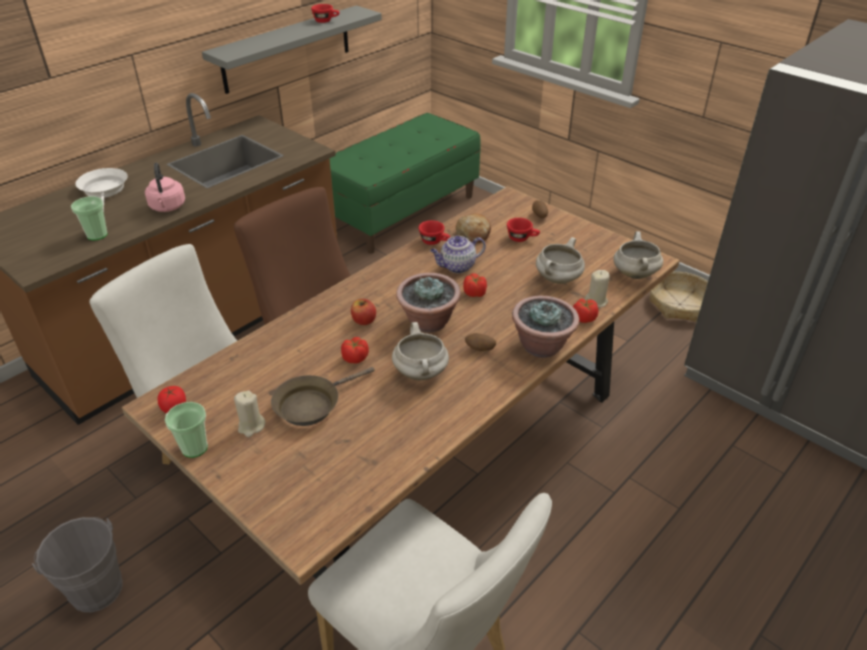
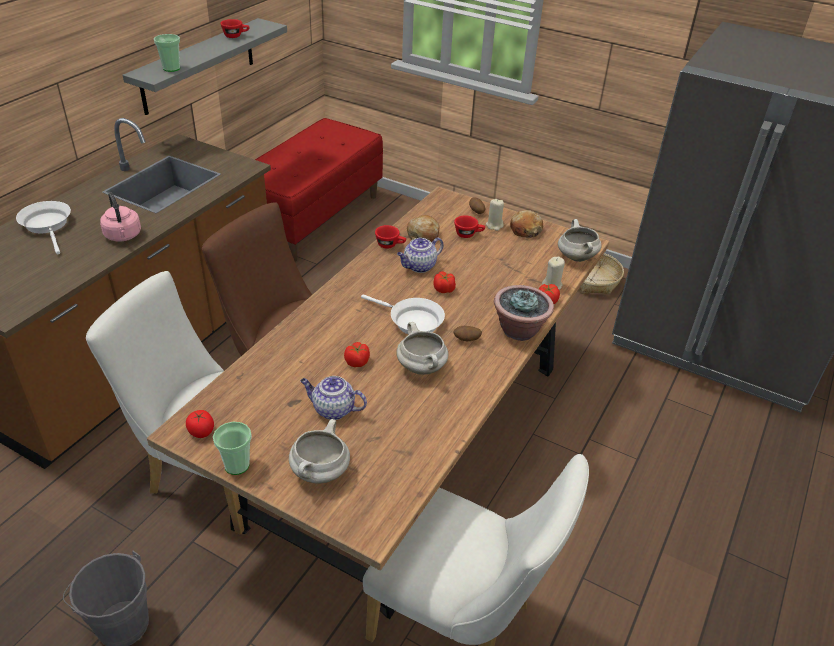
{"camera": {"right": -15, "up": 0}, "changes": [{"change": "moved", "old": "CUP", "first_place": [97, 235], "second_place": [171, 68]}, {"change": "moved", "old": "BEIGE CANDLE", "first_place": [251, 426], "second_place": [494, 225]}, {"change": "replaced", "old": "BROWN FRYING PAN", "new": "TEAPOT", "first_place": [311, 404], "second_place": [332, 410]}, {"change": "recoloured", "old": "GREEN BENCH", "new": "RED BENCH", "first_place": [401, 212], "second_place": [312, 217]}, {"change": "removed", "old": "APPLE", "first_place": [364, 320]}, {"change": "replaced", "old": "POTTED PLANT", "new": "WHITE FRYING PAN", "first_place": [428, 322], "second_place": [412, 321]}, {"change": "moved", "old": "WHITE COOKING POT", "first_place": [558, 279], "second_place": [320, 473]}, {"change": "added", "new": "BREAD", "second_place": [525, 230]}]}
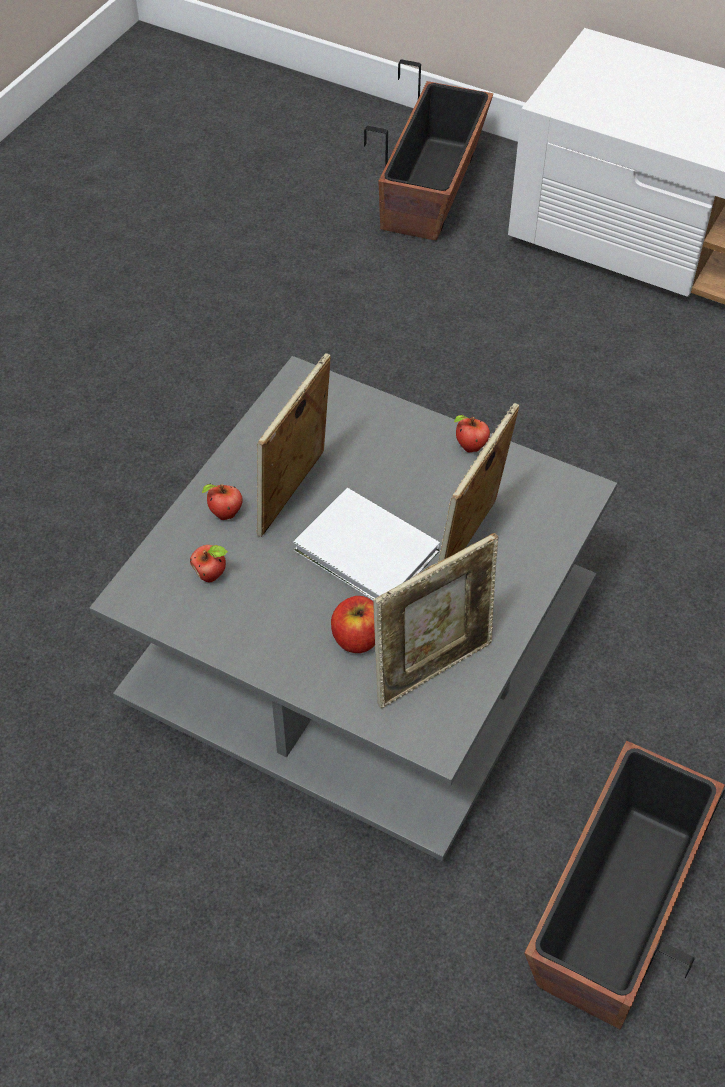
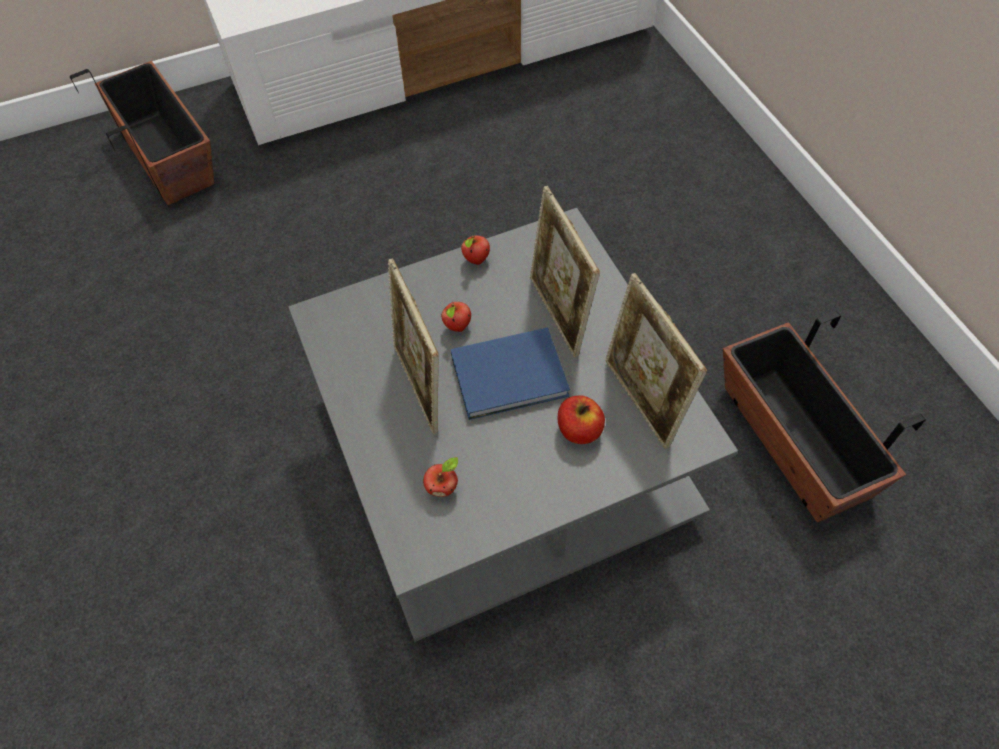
{"camera": {"right": -50, "up": 5}, "changes": [{"change": "moved", "old": "APPLE", "first_place": [225, 515], "second_place": [457, 327]}, {"change": "recoloured", "old": "WHITE BOOK", "new": "BLUE BOOK", "first_place": [368, 554], "second_place": [512, 376]}, {"change": "turned", "old": "PICTURE FRAME", "first_place": [433, 668], "second_place": [641, 402], "degrees": 150}]}
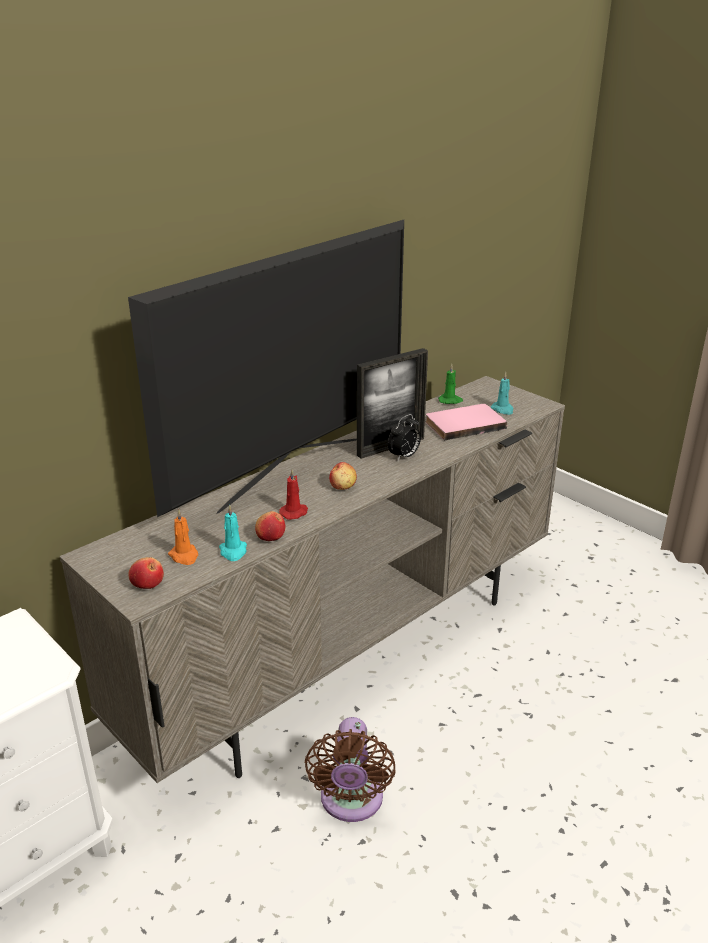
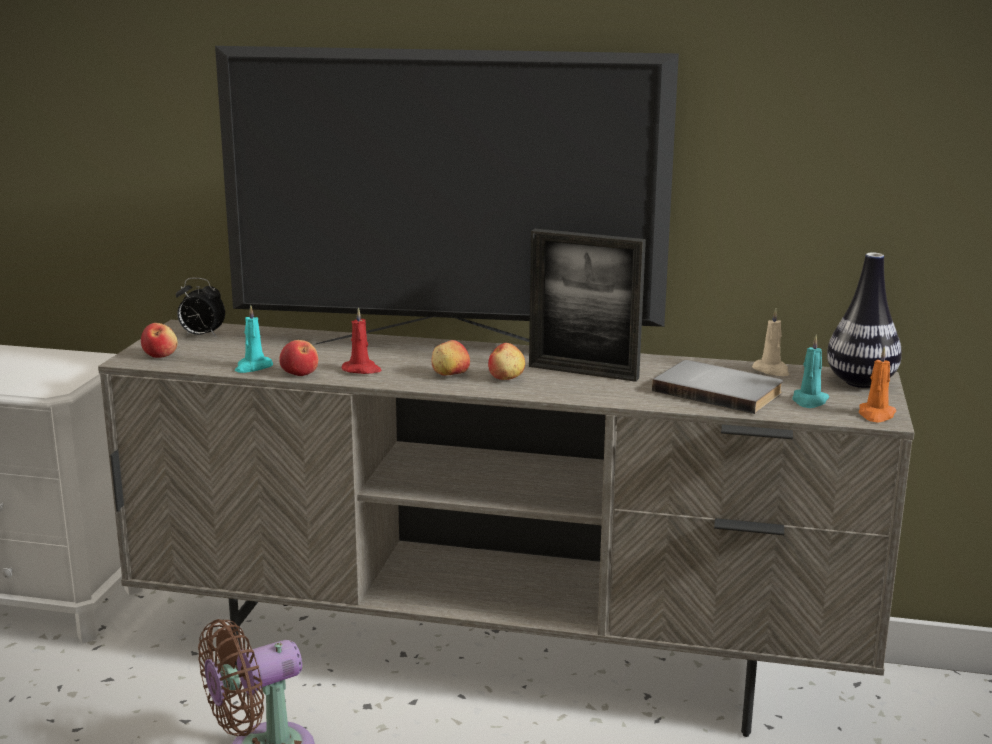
{"camera": {"right": 55, "up": -10}, "changes": [{"change": "moved", "old": "ORANGE CANDLE", "first_place": [184, 556], "second_place": [876, 415]}, {"change": "moved", "old": "ALARM CLOCK", "first_place": [404, 456], "second_place": [201, 336]}, {"change": "recoloured", "old": "PINK BOOK", "new": "GREY BOOK", "first_place": [463, 424], "second_place": [719, 390]}, {"change": "recoloured", "old": "GREEN CANDLE", "new": "BEIGE CANDLE", "first_place": [450, 400], "second_place": [771, 370]}, {"change": "added", "new": "APPLE", "second_place": [507, 377]}, {"change": "added", "new": "VASE", "second_place": [861, 382]}]}
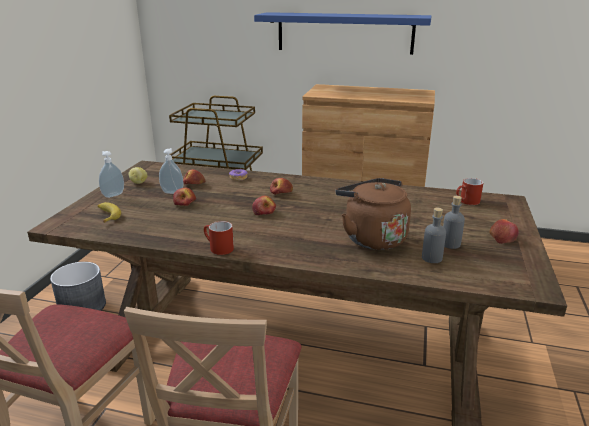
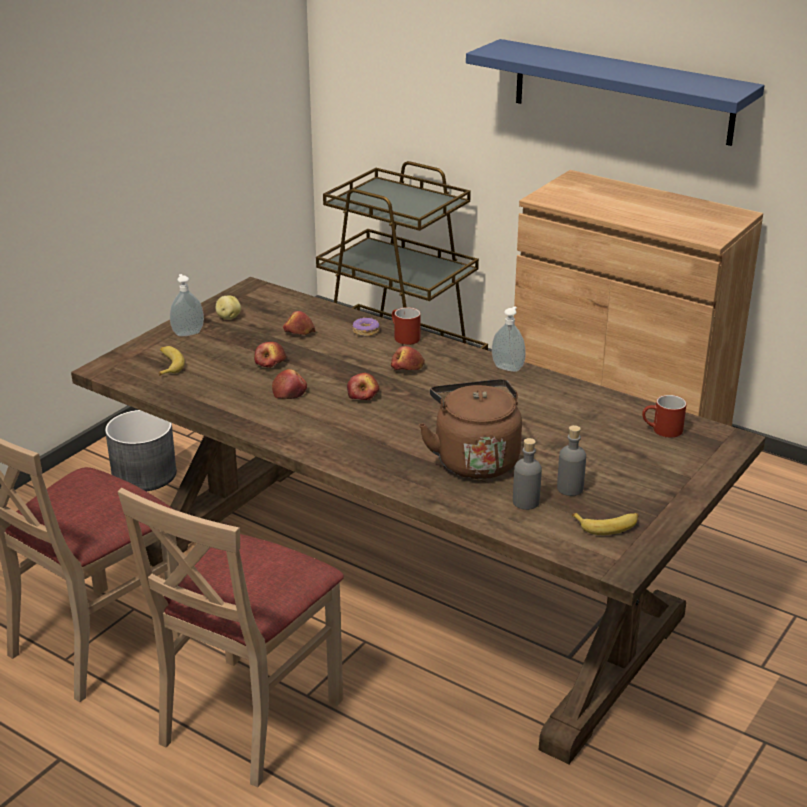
{"camera": {"right": 20, "up": 5}, "changes": [{"change": "moved", "old": "SOAP DISPENSER", "first_place": [173, 192], "second_place": [508, 367]}, {"change": "moved", "old": "RED MUG", "first_place": [217, 248], "second_place": [403, 337]}, {"change": "moved", "old": "APPLE", "first_place": [502, 237], "second_place": [290, 392]}, {"change": "added", "new": "BANANA", "second_place": [607, 526]}]}
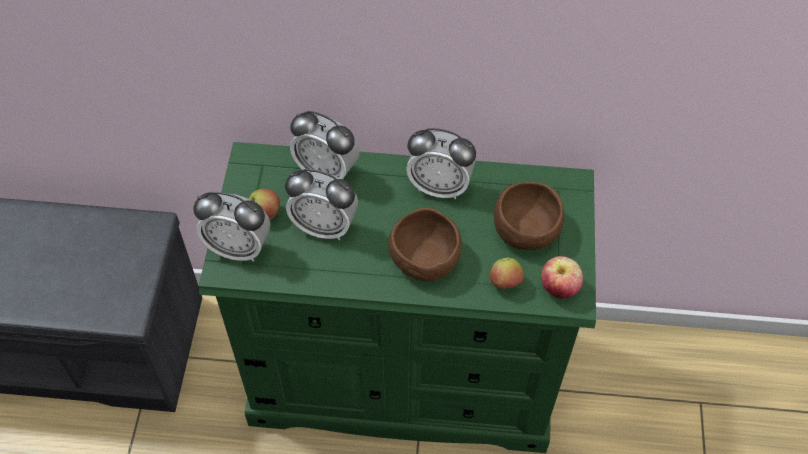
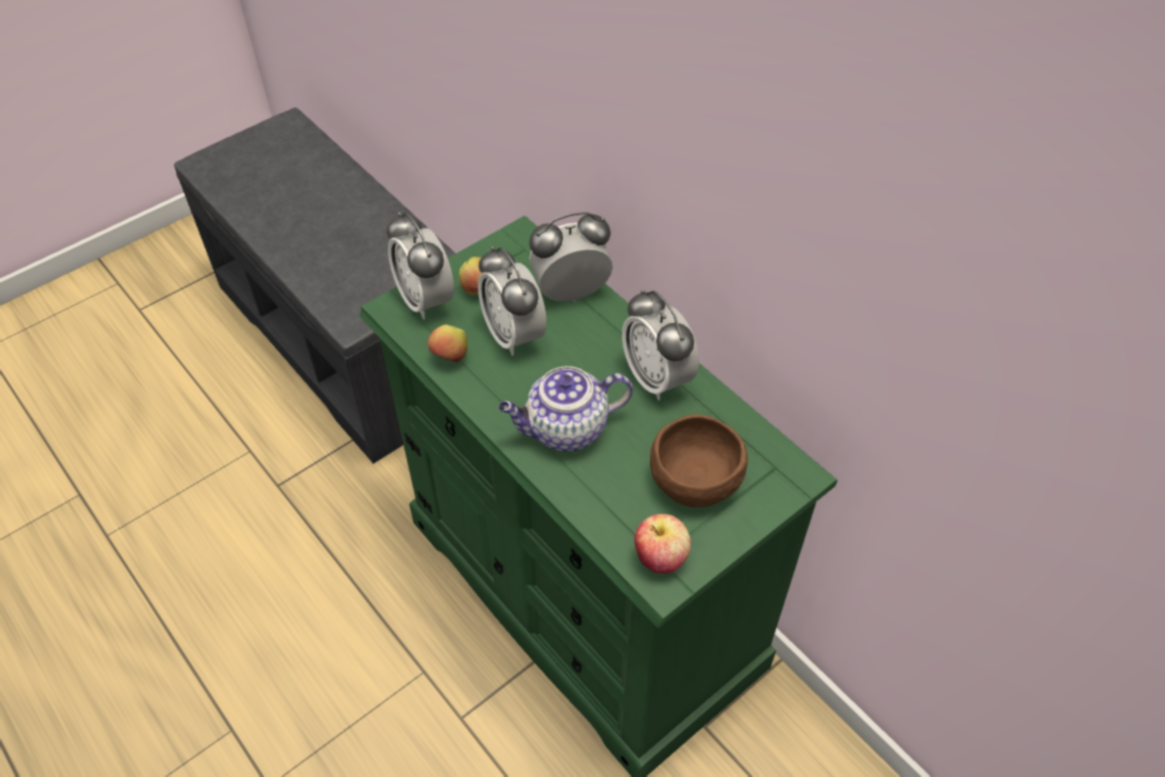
{"camera": {"right": 45, "up": -5}, "changes": [{"change": "turned", "old": "ALARM CLOCK", "first_place": [327, 171], "second_place": [571, 293], "degrees": 90}, {"change": "replaced", "old": "BROWN BOWL", "new": "TEAPOT", "first_place": [425, 259], "second_place": [565, 430]}, {"change": "moved", "old": "APPLE", "first_place": [505, 283], "second_place": [450, 357]}]}
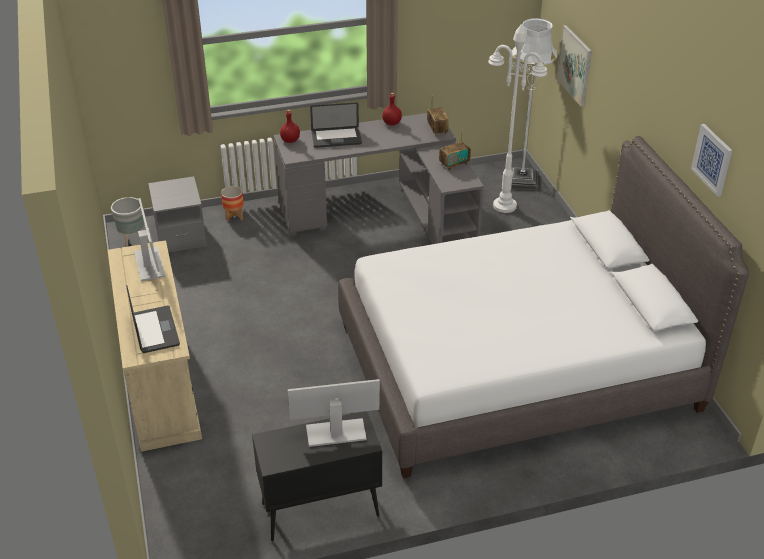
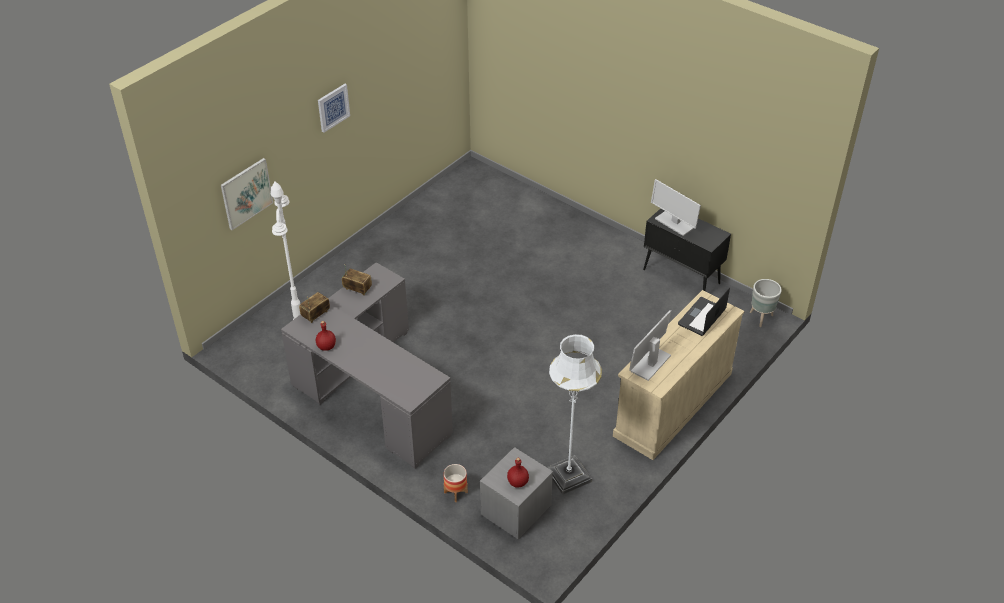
{"camera": {"right": -125, "up": 5}, "changes": [{"change": "moved", "old": "GREY PLANTER", "first_place": [133, 243], "second_place": [761, 318]}, {"change": "moved", "old": "RED BOTTLE", "first_place": [290, 140], "second_place": [517, 482]}, {"change": "removed", "old": "LAPTOP", "first_place": [336, 138]}, {"change": "removed", "old": "WHITE BED", "first_place": [517, 367]}, {"change": "moved", "old": "WHITE FLOOR LAMP", "first_place": [521, 180], "second_place": [568, 476]}, {"change": "moved", "old": "PICTURE", "first_place": [712, 159], "second_place": [333, 107]}]}
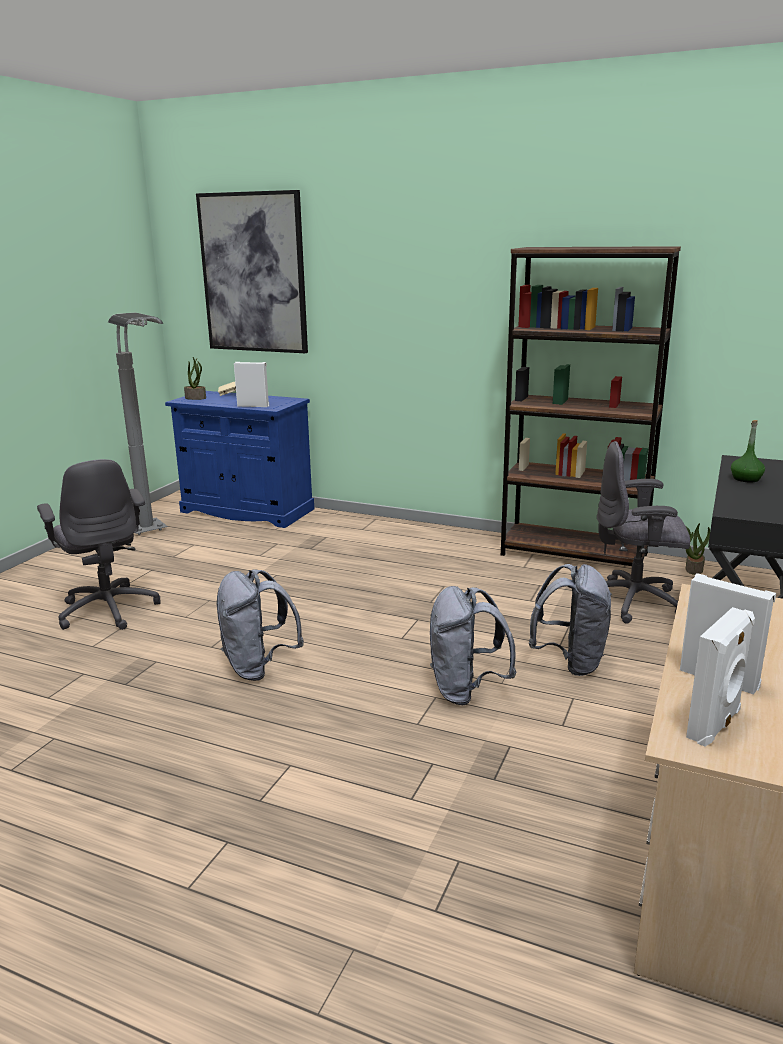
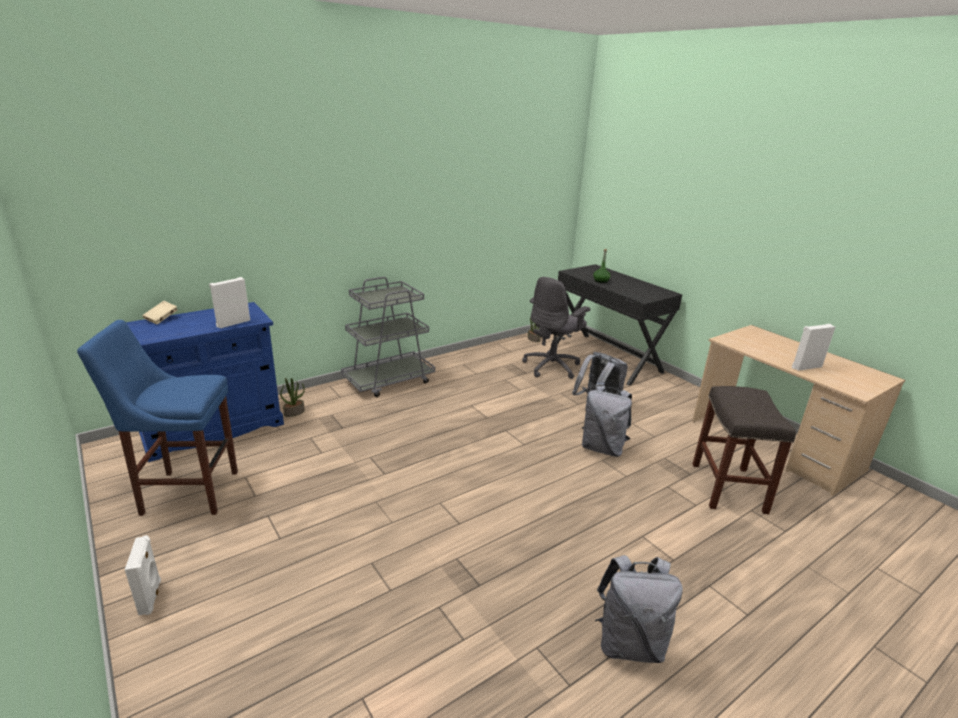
{"camera": {"right": -60, "up": 5}, "changes": [{"change": "removed", "old": "GREY OFFICE CHAIR", "first_place": [109, 609]}, {"change": "replaced", "old": "GREY FLOOR LAMP", "new": "BLUE STOOL", "first_place": [156, 536], "second_place": [185, 492]}, {"change": "moved", "old": "POTTED PLANT", "first_place": [196, 398], "second_place": [294, 412]}, {"change": "removed", "old": "PICTURE", "first_place": [253, 273]}, {"change": "moved", "old": "GREY BACKPACK", "first_place": [258, 667], "second_place": [629, 643]}, {"change": "removed", "old": "BROWN BOOKCASE", "first_place": [574, 554]}, {"change": "moved", "old": "WHITE SPEAKER", "first_place": [715, 725], "second_place": [151, 597]}, {"change": "added", "new": "GREY CART", "second_place": [389, 381]}, {"change": "added", "new": "GREY STOOL", "second_place": [727, 487]}]}
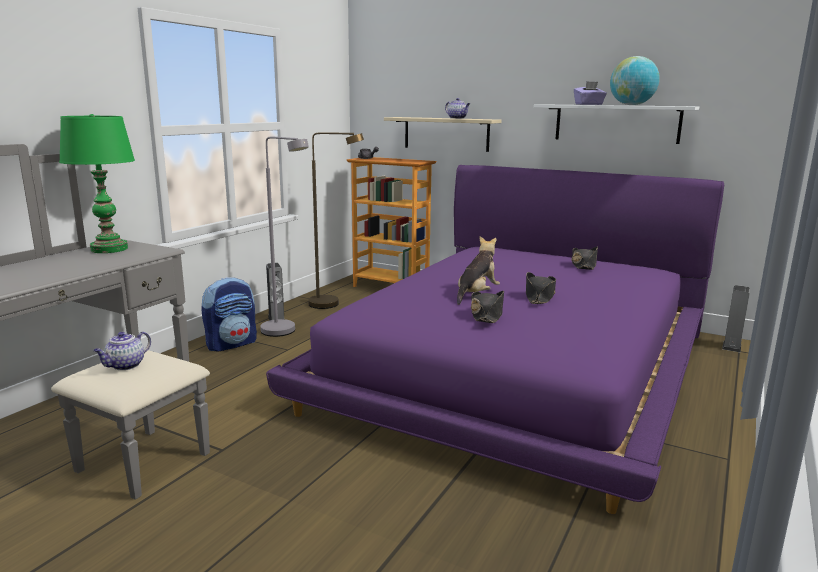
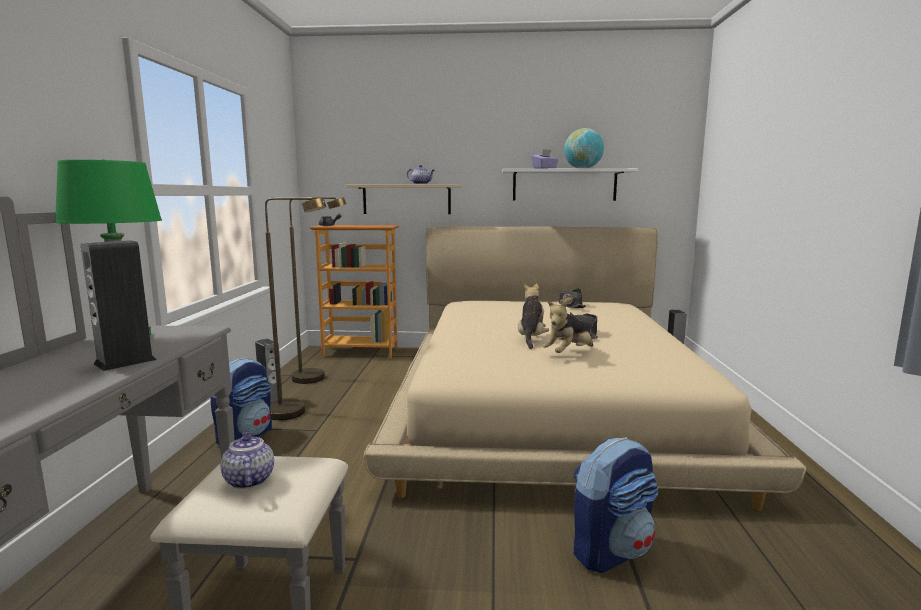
{"camera": {"right": -25, "up": -5}, "changes": [{"change": "turned", "old": "TEAPOT", "first_place": [125, 366], "second_place": [248, 480], "degrees": 150}, {"change": "recoloured", "old": "GREY FLOOR LAMP", "new": "BROWN FLOOR LAMP", "first_place": [285, 332], "second_place": [296, 413]}, {"change": "recoloured", "old": "PURPLE BED", "new": "BEIGE BED", "first_place": [518, 366], "second_place": [549, 403]}, {"change": "replaced", "old": "BLACK HAT", "new": "PLUSH TOY", "first_place": [487, 315], "second_place": [568, 353]}, {"change": "added", "new": "SPEAKER", "second_place": [125, 362]}, {"change": "added", "new": "BACKPACK", "second_place": [611, 550]}]}
